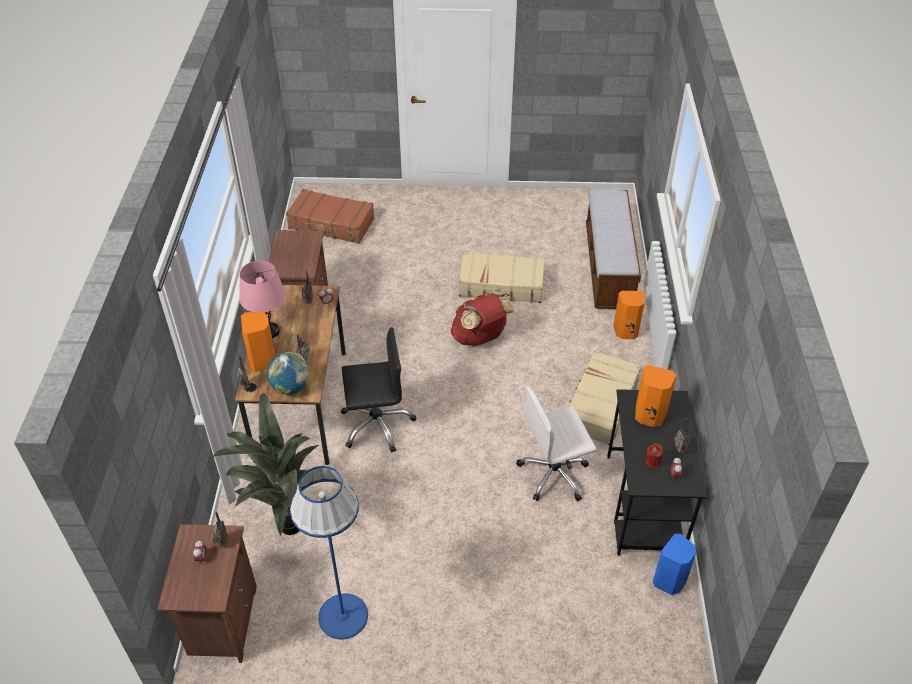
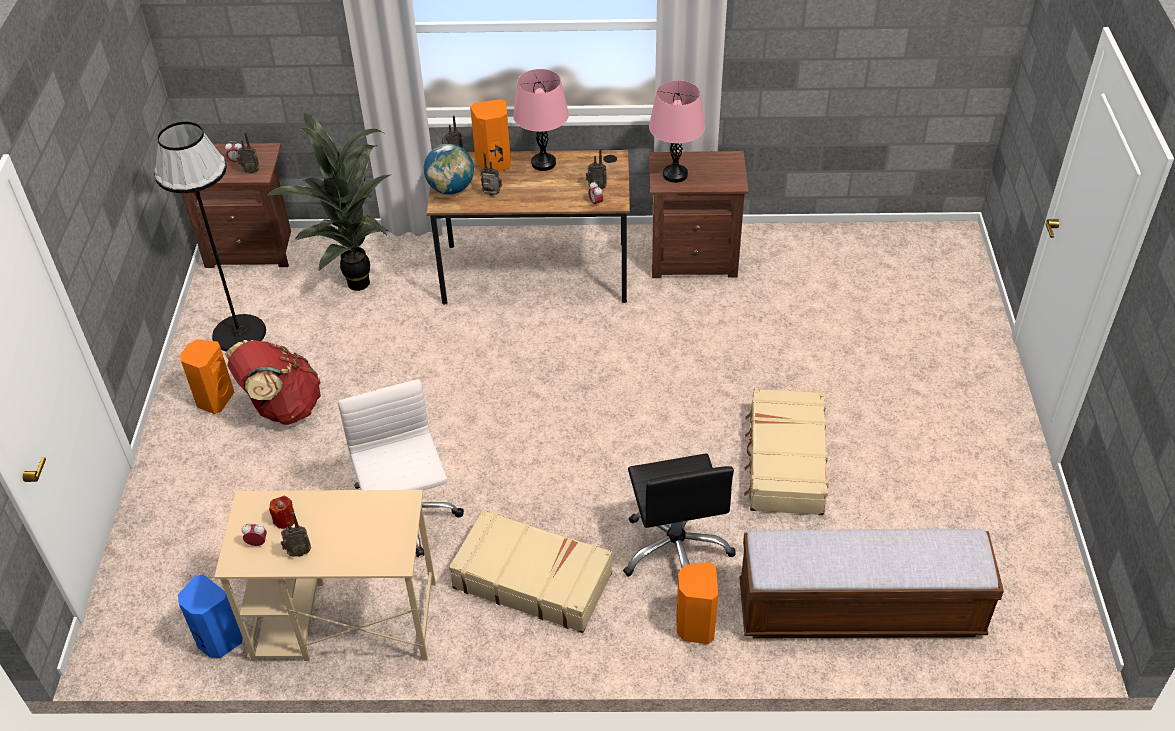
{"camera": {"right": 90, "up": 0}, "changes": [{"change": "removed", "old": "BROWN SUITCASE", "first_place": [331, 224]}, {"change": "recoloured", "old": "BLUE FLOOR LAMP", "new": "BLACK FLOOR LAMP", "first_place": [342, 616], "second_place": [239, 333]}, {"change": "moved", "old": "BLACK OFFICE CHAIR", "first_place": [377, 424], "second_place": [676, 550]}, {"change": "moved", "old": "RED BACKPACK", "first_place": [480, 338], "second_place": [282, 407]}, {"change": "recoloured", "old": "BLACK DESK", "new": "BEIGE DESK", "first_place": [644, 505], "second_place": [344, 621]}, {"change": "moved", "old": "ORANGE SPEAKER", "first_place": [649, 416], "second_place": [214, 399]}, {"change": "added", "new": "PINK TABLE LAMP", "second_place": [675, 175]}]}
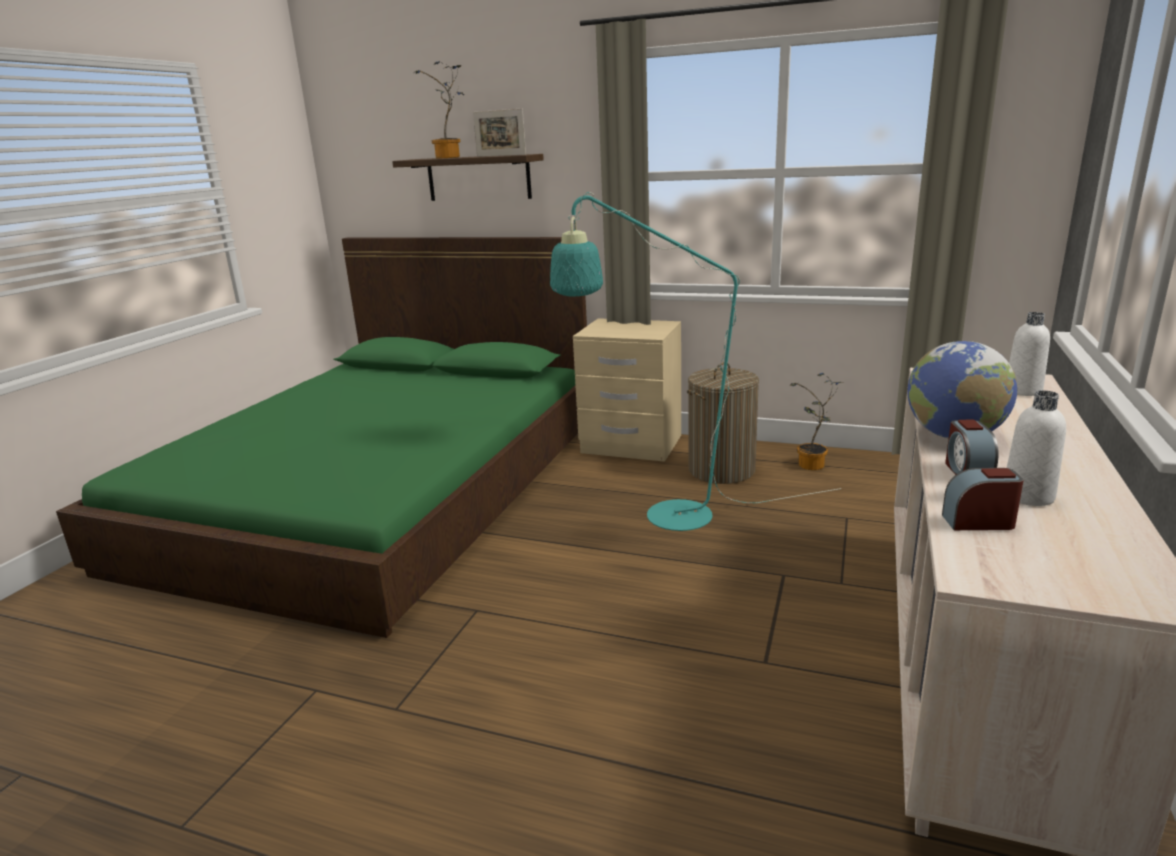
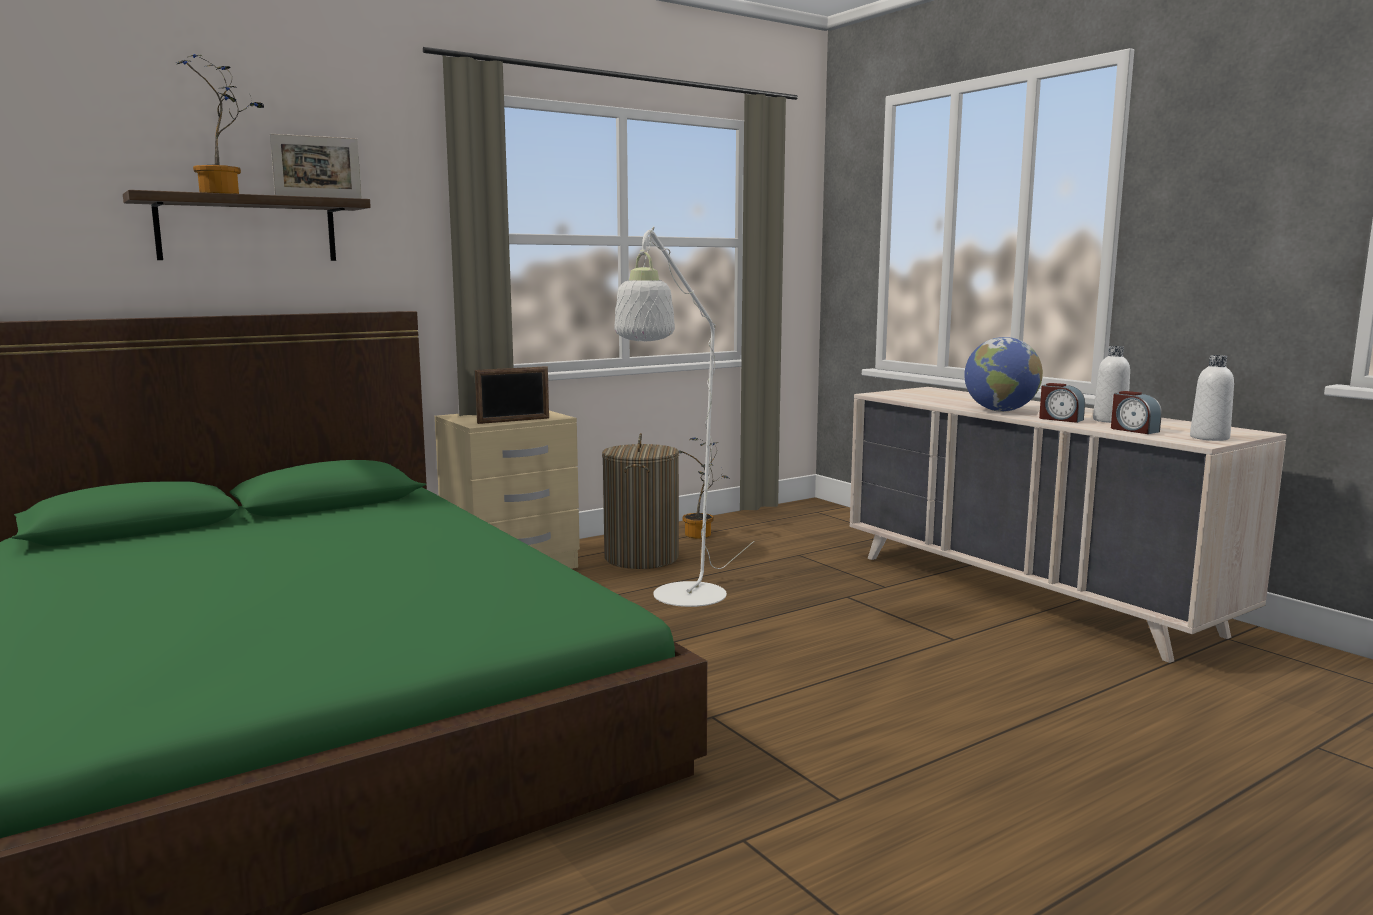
{"camera": {"right": -55, "up": -10}, "changes": [{"change": "recoloured", "old": "TURQUOISE FLOOR LAMP", "new": "WHITE FLOOR LAMP", "first_place": [662, 518], "second_place": [682, 600]}, {"change": "turned", "old": "ALARM CLOCK", "first_place": [978, 522], "second_place": [1133, 430], "degrees": -75}, {"change": "moved", "old": "WHITE BOTTLE", "first_place": [1023, 391], "second_place": [1209, 438]}, {"change": "added", "new": "PICTURE FRAME", "second_place": [513, 421]}]}
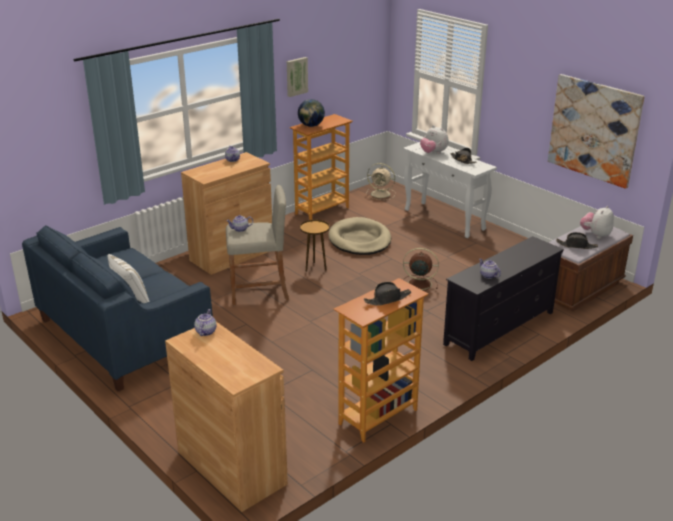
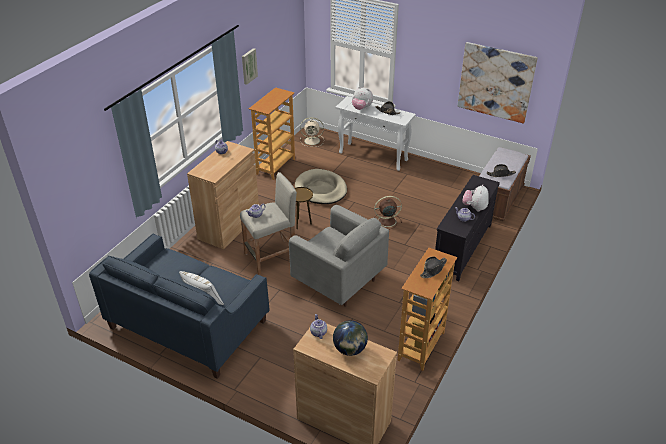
{"camera": {"right": -20, "up": 10}, "changes": [{"change": "moved", "old": "GLOBE", "first_place": [311, 126], "second_place": [350, 349]}, {"change": "moved", "old": "PLUSH TOY", "first_place": [595, 235], "second_place": [474, 208]}, {"change": "added", "new": "GREY ARMCHAIR", "second_place": [338, 281]}]}
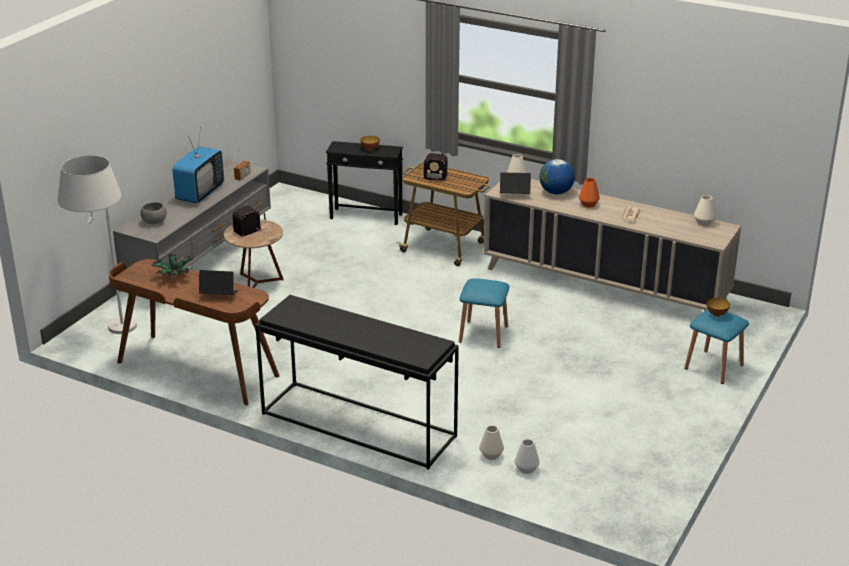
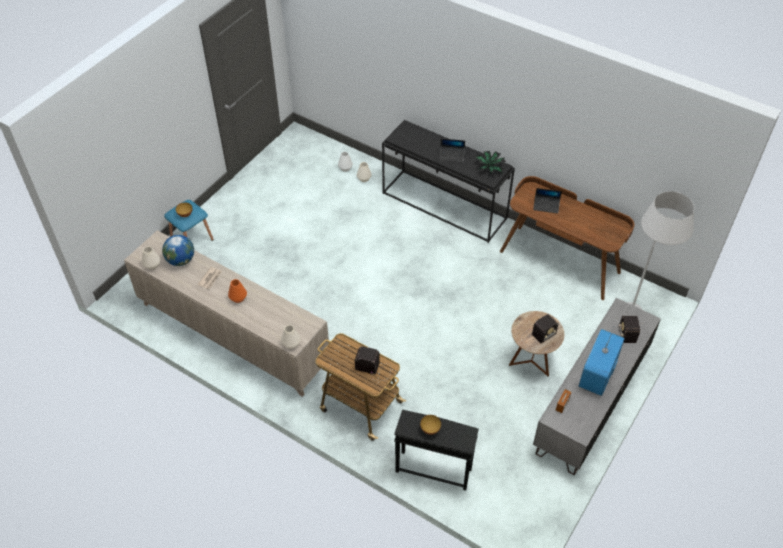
{"camera": {"right": -175, "up": 20}, "changes": [{"change": "replaced", "old": "GREY BOWL", "new": "RADIO", "first_place": [154, 222], "second_place": [627, 328]}, {"change": "moved", "old": "POTTED PLANT", "first_place": [174, 276], "second_place": [489, 168]}, {"change": "removed", "old": "BLUE STOOL", "first_place": [483, 334]}, {"change": "moved", "old": "LAPTOP", "first_place": [514, 195], "second_place": [451, 156]}, {"change": "moved", "old": "GLOBE", "first_place": [556, 192], "second_place": [181, 260]}]}
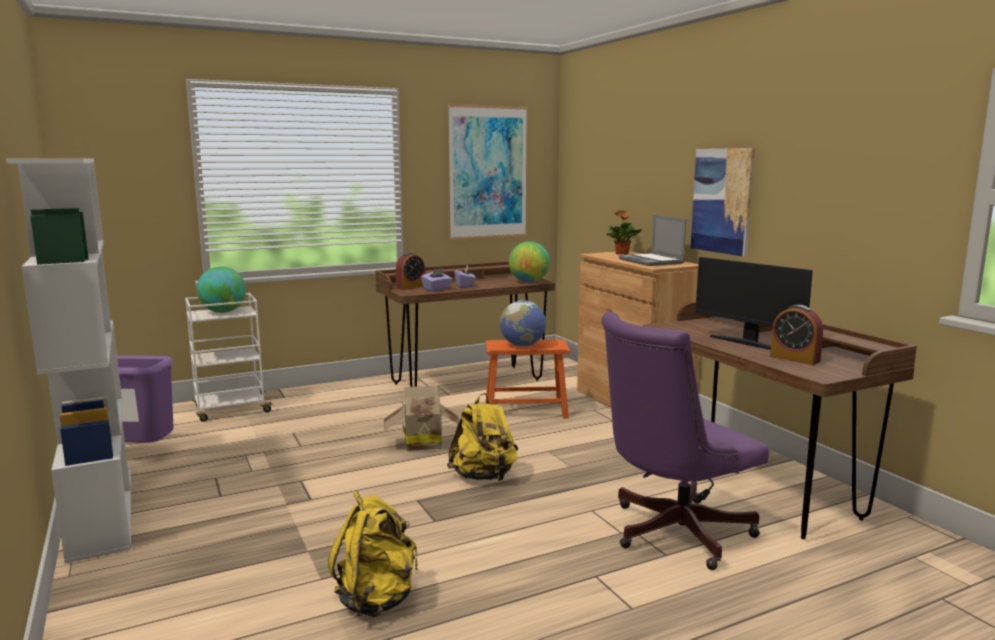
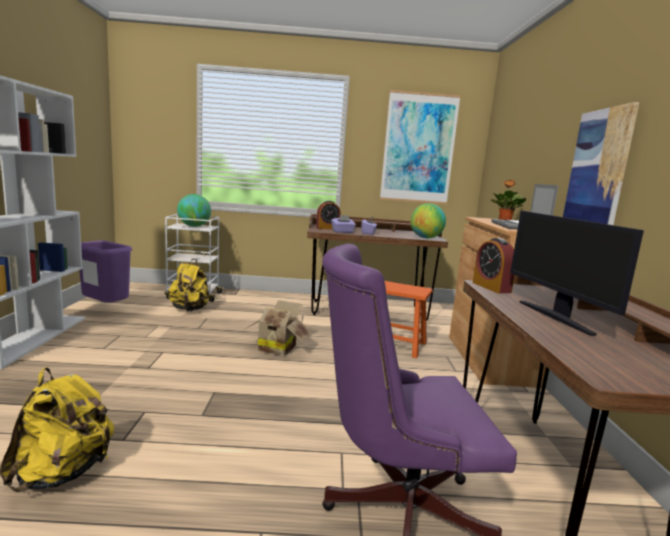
{"camera": {"right": 25, "up": 0}, "changes": [{"change": "moved", "old": "YELLOW BACKPACK", "first_place": [484, 477], "second_place": [189, 309]}, {"change": "removed", "old": "GLOBE", "first_place": [522, 345]}, {"change": "moved", "old": "ALARM CLOCK", "first_place": [794, 359], "second_place": [491, 287]}]}
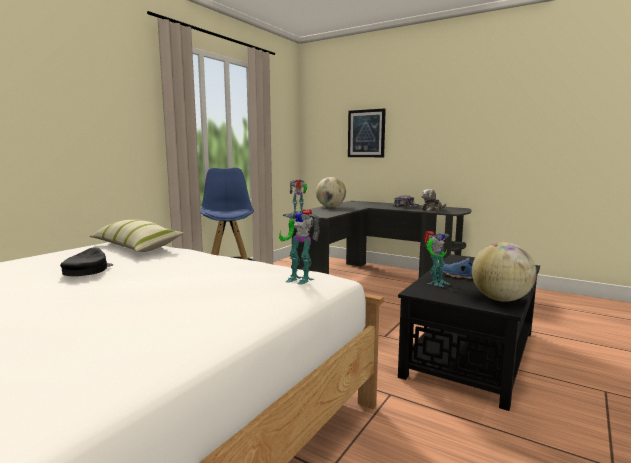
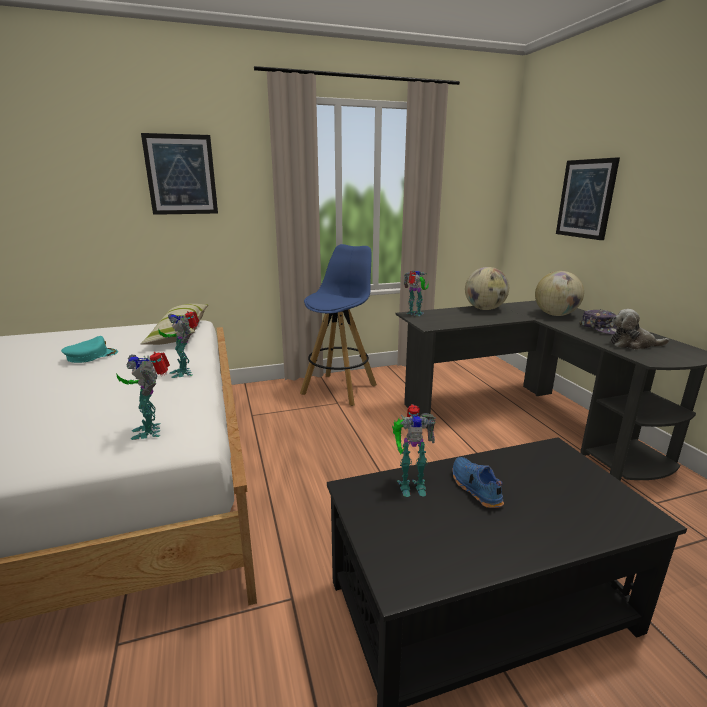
{"camera": {"right": 40, "up": 10}, "changes": [{"change": "recoloured", "old": "BLACK CAP", "new": "TURQUOISE CAP", "first_place": [87, 270], "second_place": [91, 356]}, {"change": "moved", "old": "GLOBE", "first_place": [500, 299], "second_place": [555, 315]}, {"change": "added", "new": "PICTURE", "second_place": [181, 175]}, {"change": "added", "new": "TOY ROBOT", "second_place": [184, 372]}]}
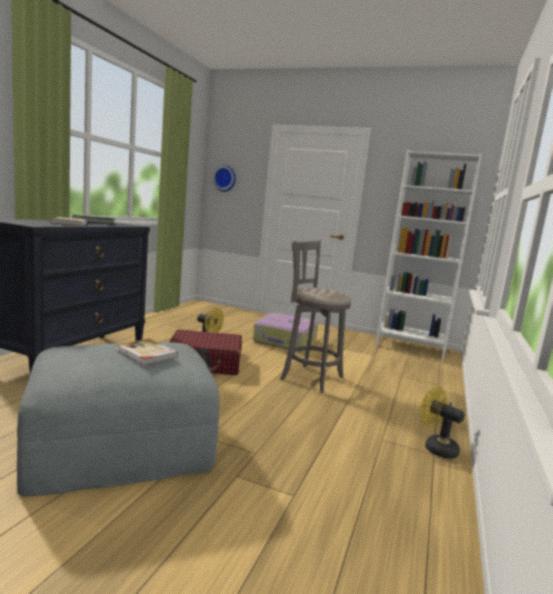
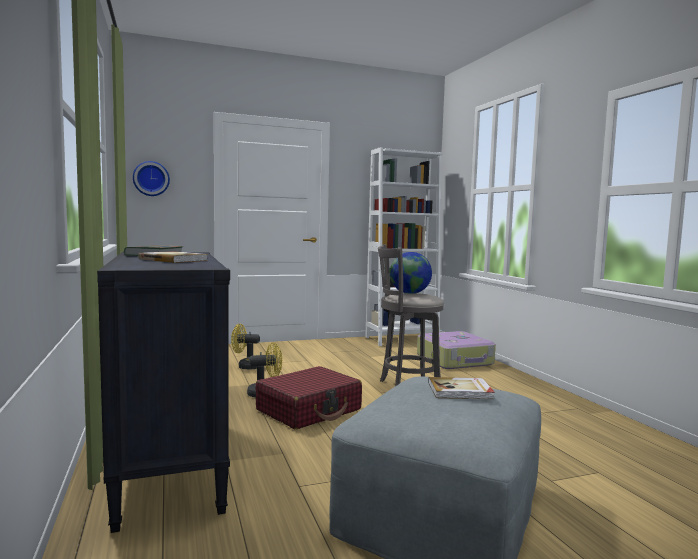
{"camera": {"right": -40, "up": -5}, "changes": [{"change": "moved", "old": "SUITCASE", "first_place": [285, 341], "second_place": [455, 360]}, {"change": "moved", "old": "YELLOW FAN", "first_place": [435, 448], "second_place": [245, 366]}, {"change": "added", "new": "GLOBE", "second_place": [409, 293]}]}
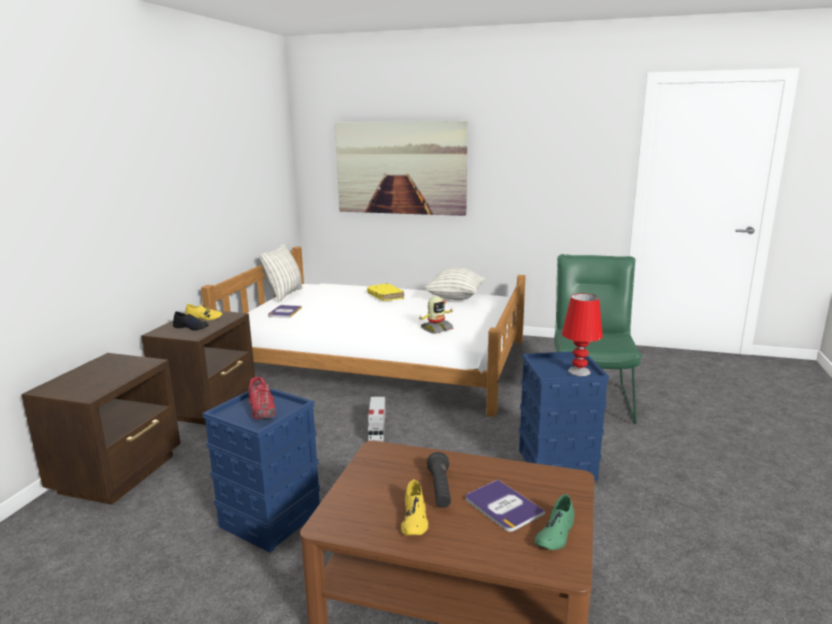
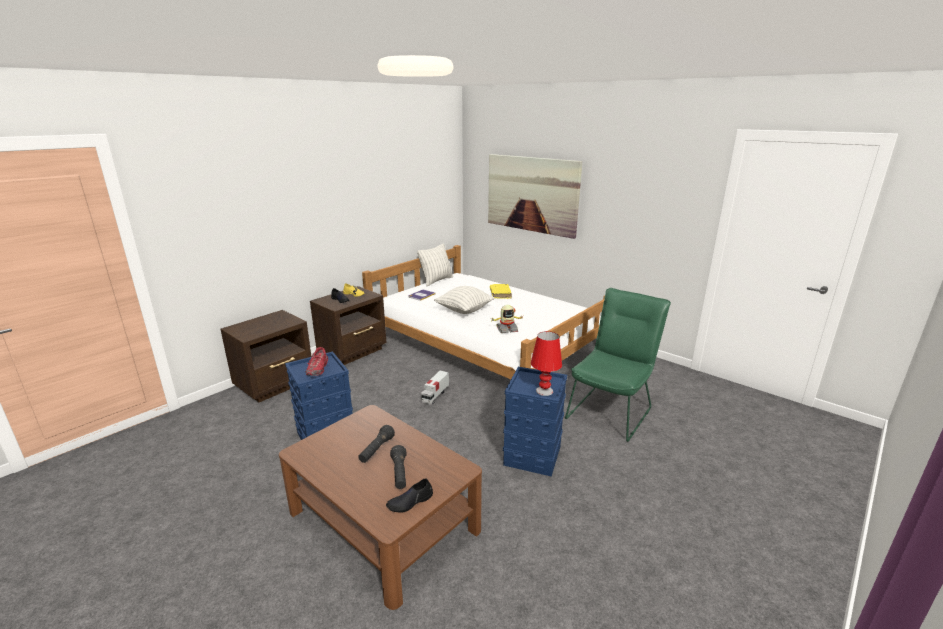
{"camera": {"right": 25, "up": 5}, "changes": [{"change": "removed", "old": "YELLOW SHOE", "first_place": [414, 519]}, {"change": "moved", "old": "PILLOW", "first_place": [455, 298], "second_place": [464, 310]}, {"change": "replaced", "old": "BOOK", "new": "BLACK FLASHLIGHT", "first_place": [503, 506], "second_place": [399, 473]}, {"change": "recoloured", "old": "GREEN SHOE", "new": "BLACK SHOE", "first_place": [555, 533], "second_place": [410, 502]}]}
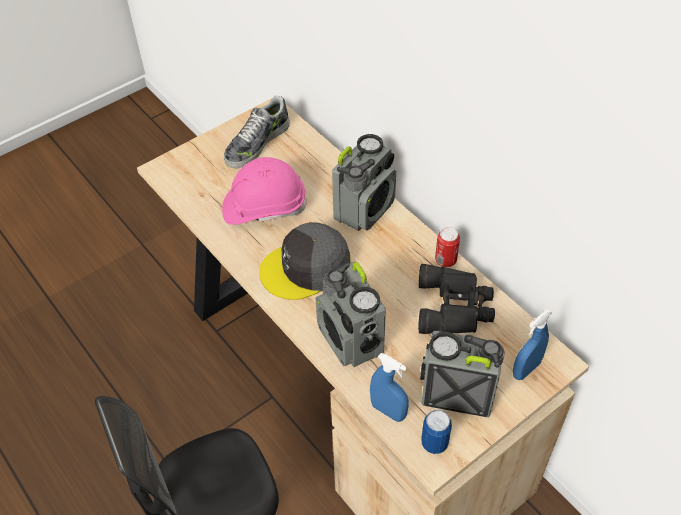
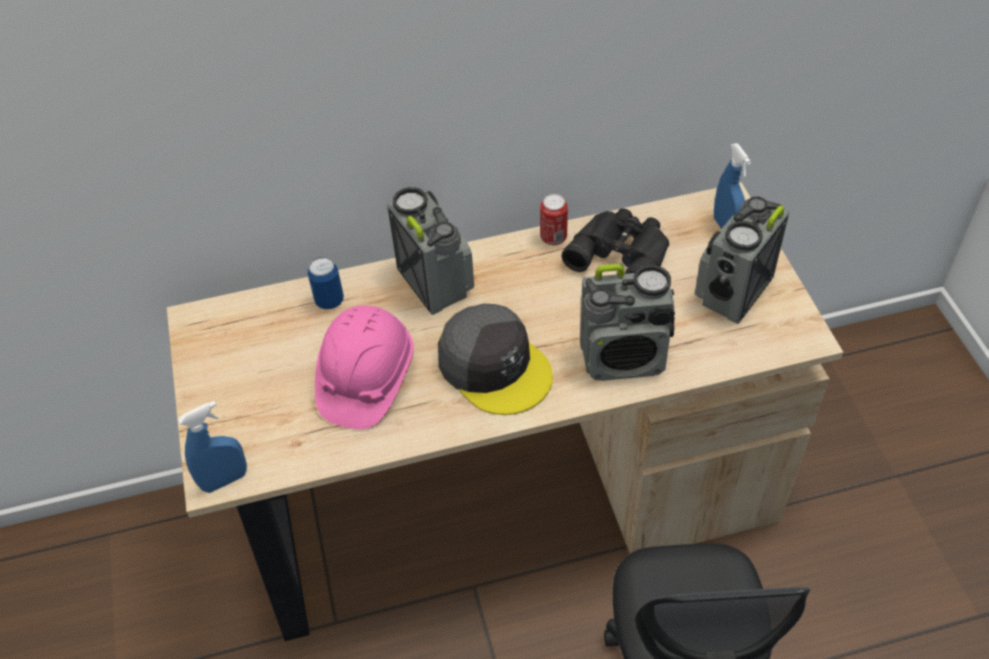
{"camera": {"right": -65, "up": 0}, "changes": [{"change": "removed", "old": "SHOE", "first_place": [257, 143]}, {"change": "turned", "old": "GREY CAP", "first_place": [306, 268], "second_place": [494, 366], "degrees": -45}, {"change": "moved", "old": "BLUE SPRAY BOTTLE", "first_place": [388, 411], "second_place": [224, 480]}, {"change": "moved", "old": "CAN", "first_place": [434, 443], "second_place": [329, 301]}]}
